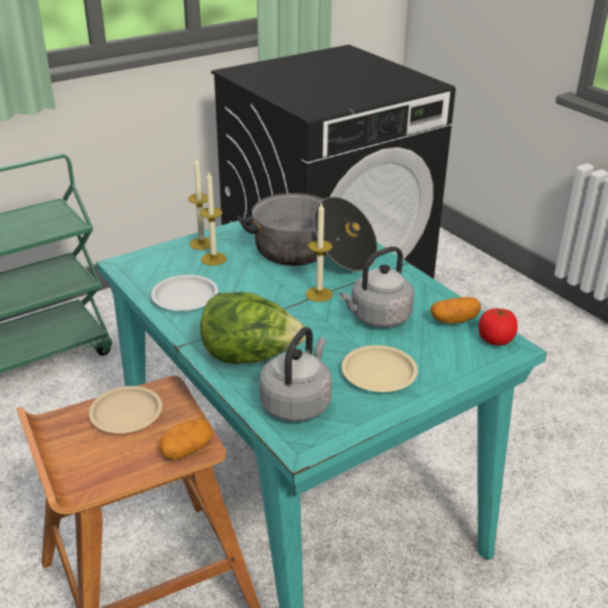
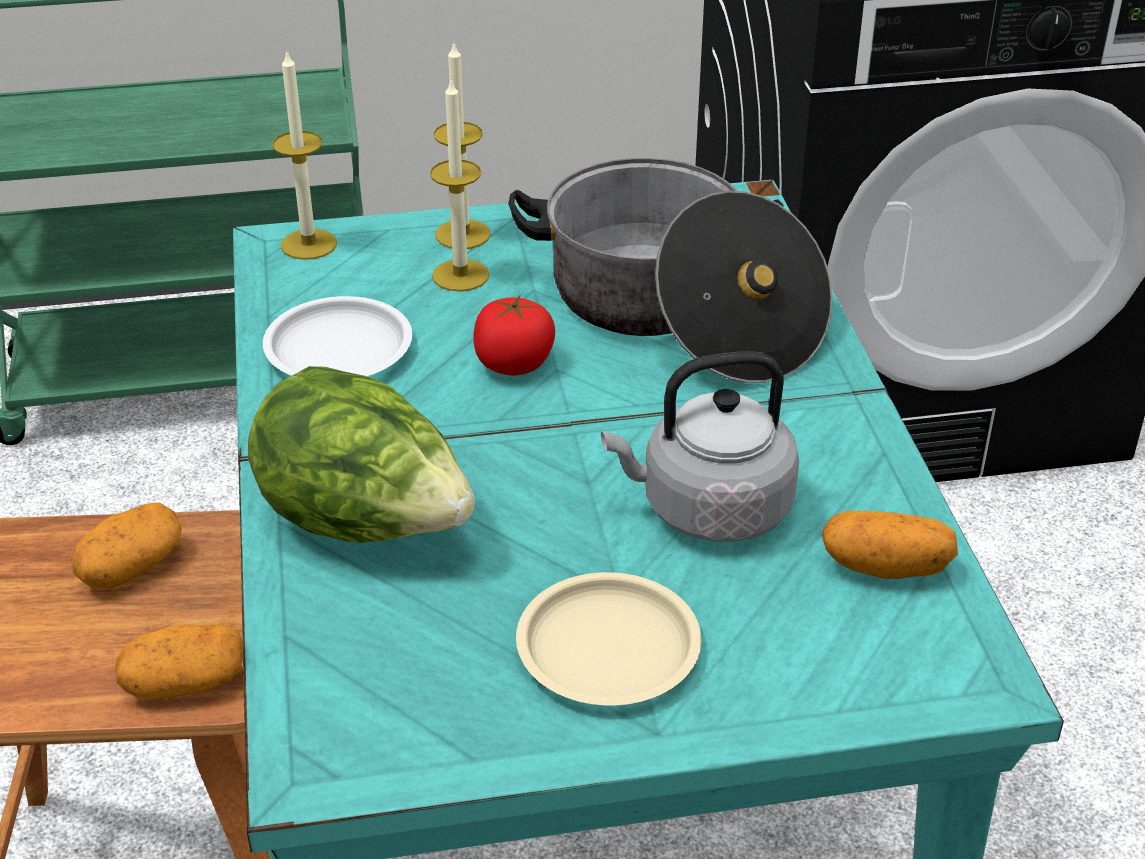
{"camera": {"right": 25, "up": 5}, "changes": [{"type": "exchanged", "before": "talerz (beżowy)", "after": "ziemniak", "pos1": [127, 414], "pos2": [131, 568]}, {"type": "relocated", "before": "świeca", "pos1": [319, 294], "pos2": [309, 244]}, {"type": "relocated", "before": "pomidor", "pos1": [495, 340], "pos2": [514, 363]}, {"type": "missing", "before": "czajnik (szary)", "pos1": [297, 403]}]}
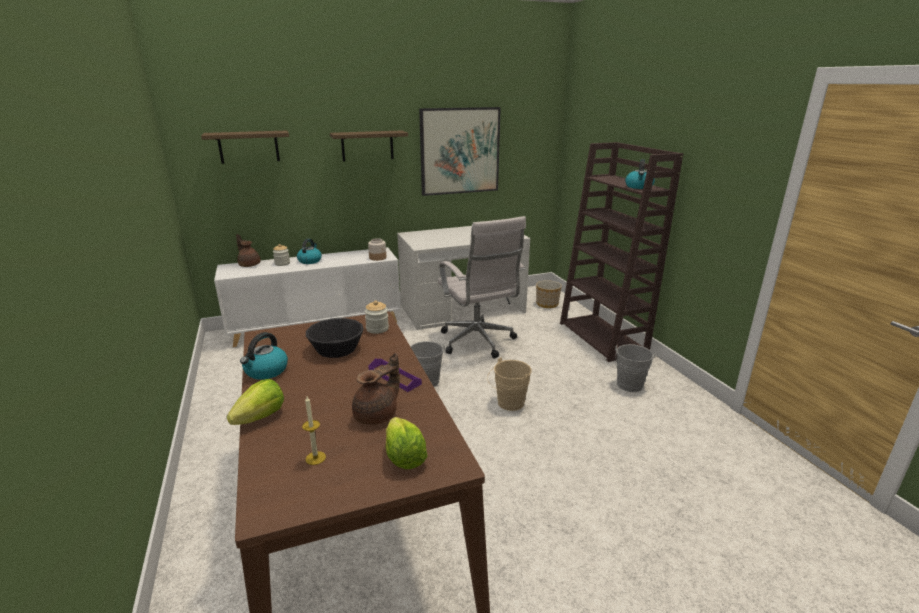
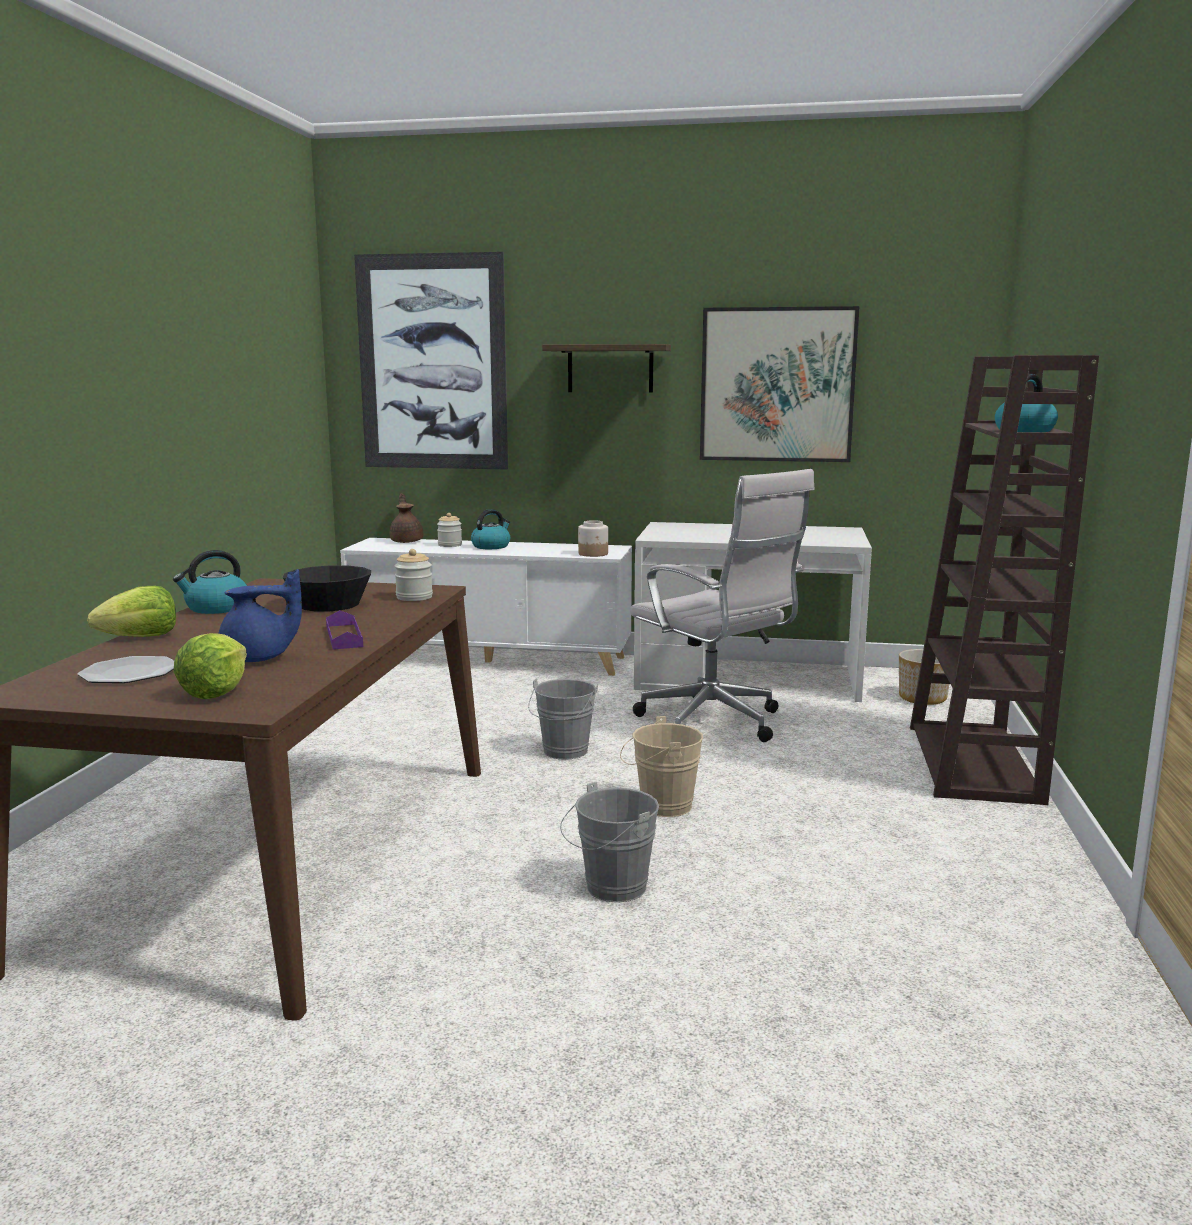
{"camera": {"right": 30, "up": -10}, "changes": [{"type": "exchanged", "before": "świeca", "after": "talerz", "pos1": [315, 458], "pos2": [130, 673]}, {"type": "colour", "before": "imbryk (brązowy)", "after": "imbryk (niebieski)", "pos1": [377, 415], "pos2": [258, 659]}, {"type": "exchanged", "before": "półka", "after": "obraz", "pos1": [248, 147], "pos2": [432, 363]}, {"type": "relocated", "before": "wiadro (szary)", "pos1": [629, 386], "pos2": [610, 889]}, {"type": "spun", "before": "krzesło biurowe (biały)", "pos1": [478, 343], "pos2": [715, 723], "turn": -45}]}
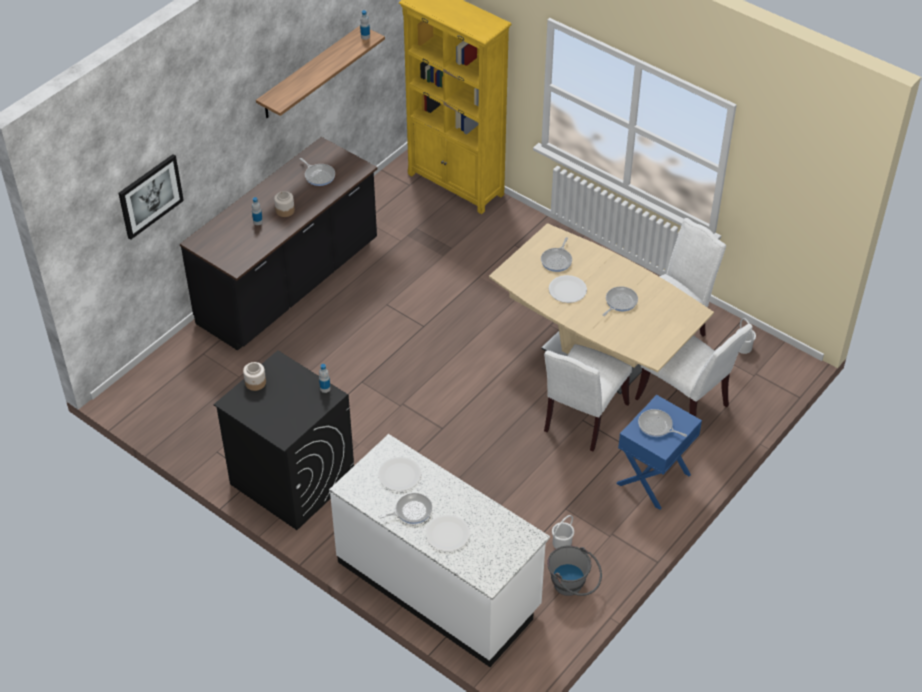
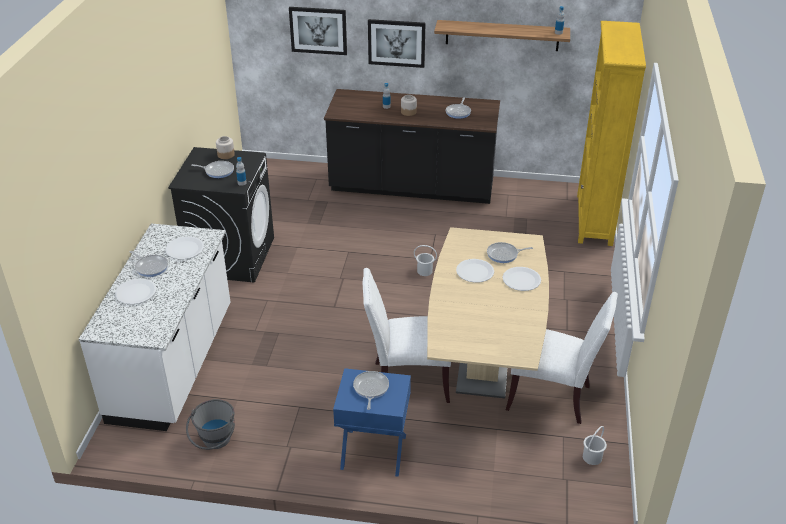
{"camera": {"right": 60, "up": -10}, "changes": [{"type": "relocated", "before": "patelnia", "pos1": [620, 302], "pos2": [218, 171]}, {"type": "appeared", "after": "obraz", "pos2": [396, 43]}, {"type": "relocated", "before": "wiadro (biały)", "pos1": [561, 543], "pos2": [424, 271]}, {"type": "appeared", "after": "talerz (biały)", "pos2": [521, 280]}, {"type": "missing", "before": "krzesło (biały)", "pos1": [686, 403]}]}
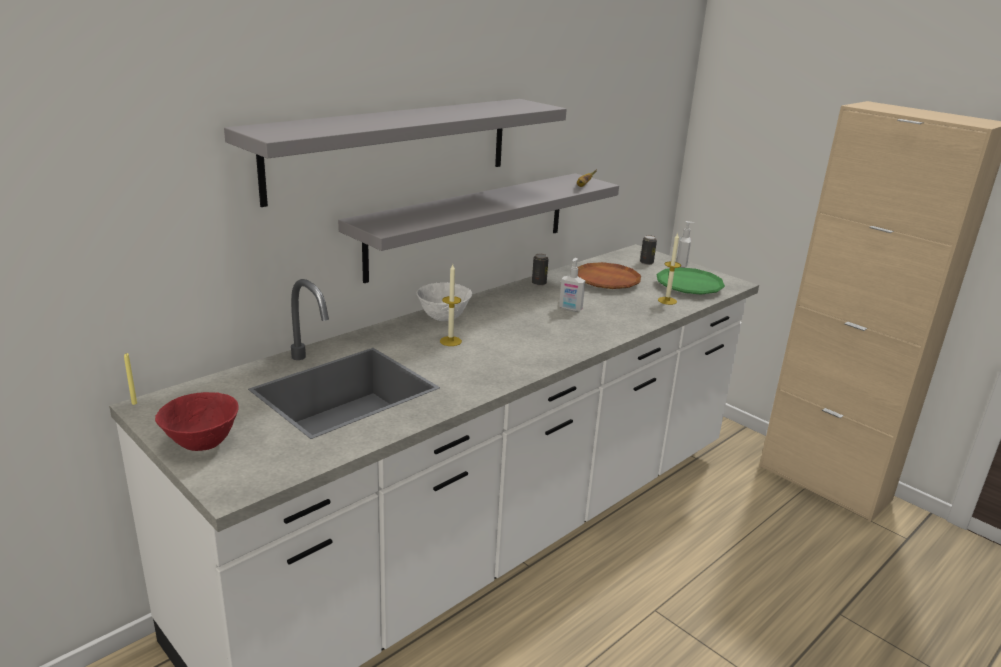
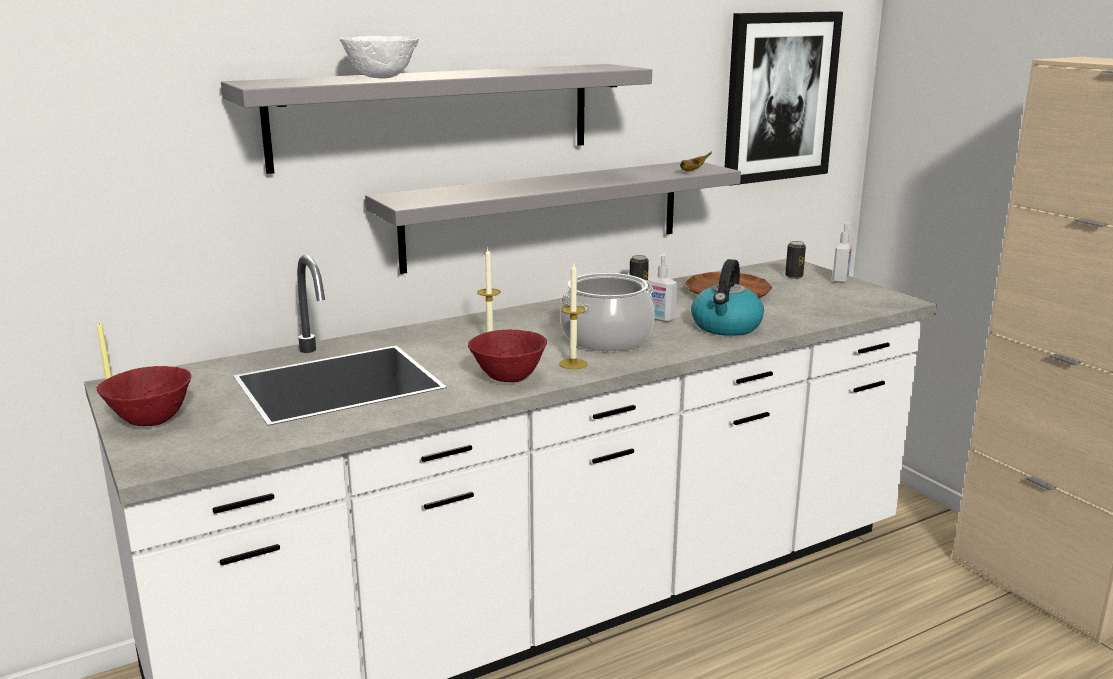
{"camera": {"right": 15, "up": -5}, "changes": [{"type": "relocated", "before": "miska (biały)", "pos1": [444, 318], "pos2": [382, 78]}, {"type": "appeared", "after": "miska (czerwony)", "pos2": [507, 378]}, {"type": "relocated", "before": "świeca", "pos1": [667, 301], "pos2": [573, 364]}, {"type": "appeared", "after": "garnek", "pos2": [606, 338]}, {"type": "appeared", "after": "czajnik", "pos2": [726, 327]}, {"type": "appeared", "after": "obraz", "pos2": [780, 97]}, {"type": "missing", "before": "talerz (zielony)", "pos1": [689, 286]}]}
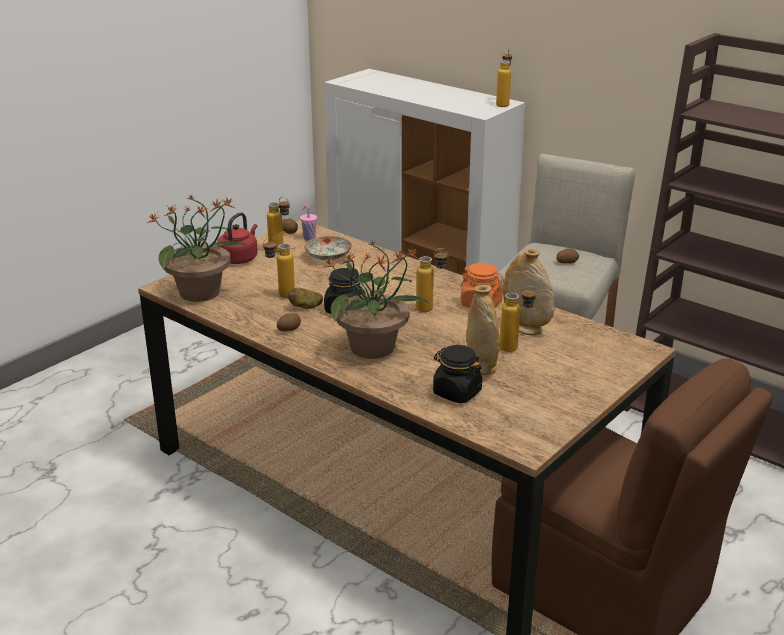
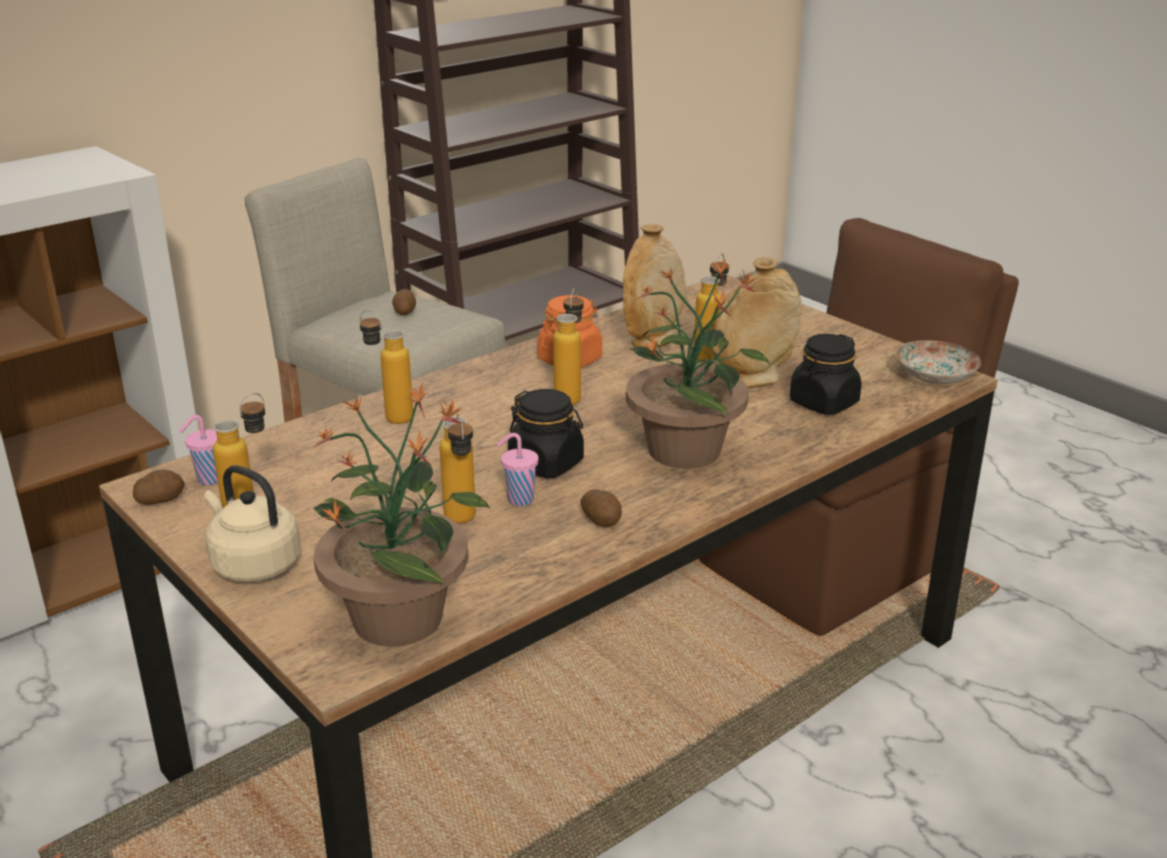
{"camera": {"right": -80, "up": 0}, "changes": [{"type": "colour", "before": "czajnik (czerwony)", "after": "czajnik (beżowy)", "pos1": [239, 258], "pos2": [253, 564]}, {"type": "relocated", "before": "butelka", "pos1": [503, 104], "pos2": [389, 416]}, {"type": "exchanged", "before": "ziemniak", "after": "filiżanka (różowy)", "pos1": [305, 307], "pos2": [518, 499]}, {"type": "relocated", "before": "talerz", "pos1": [328, 257], "pos2": [936, 376]}]}
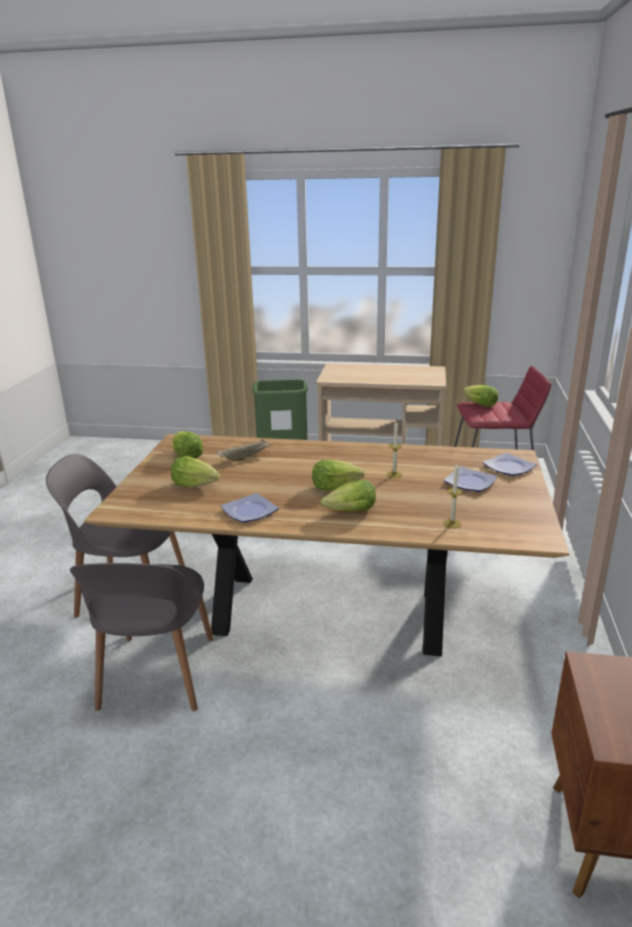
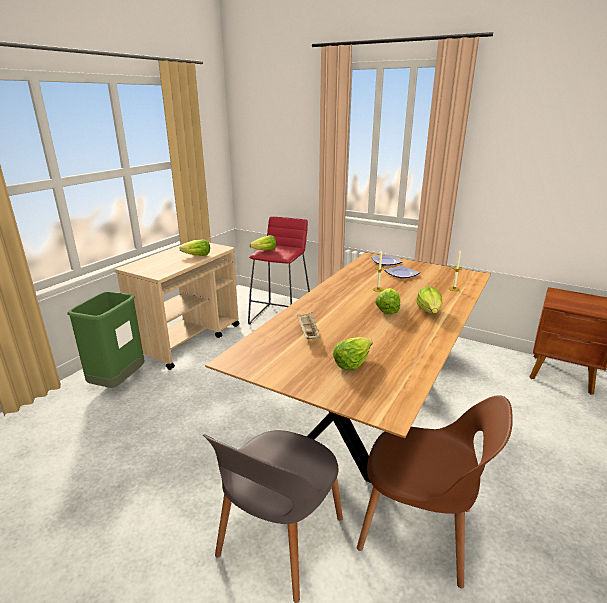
{"camera": {"right": -70, "up": 0}, "changes": [{"type": "relocated", "before": "sałata", "pos1": [186, 455], "pos2": [197, 256]}, {"type": "colour", "before": "krzesło (szary)", "after": "krzesło (brązowy)", "pos1": [157, 675], "pos2": [419, 530]}, {"type": "missing", "before": "talerz", "pos1": [251, 512]}]}
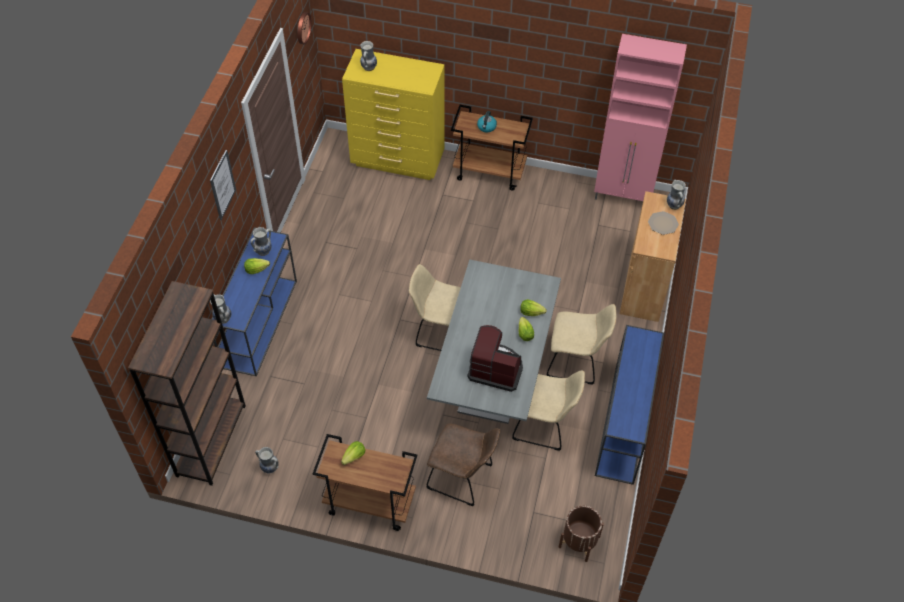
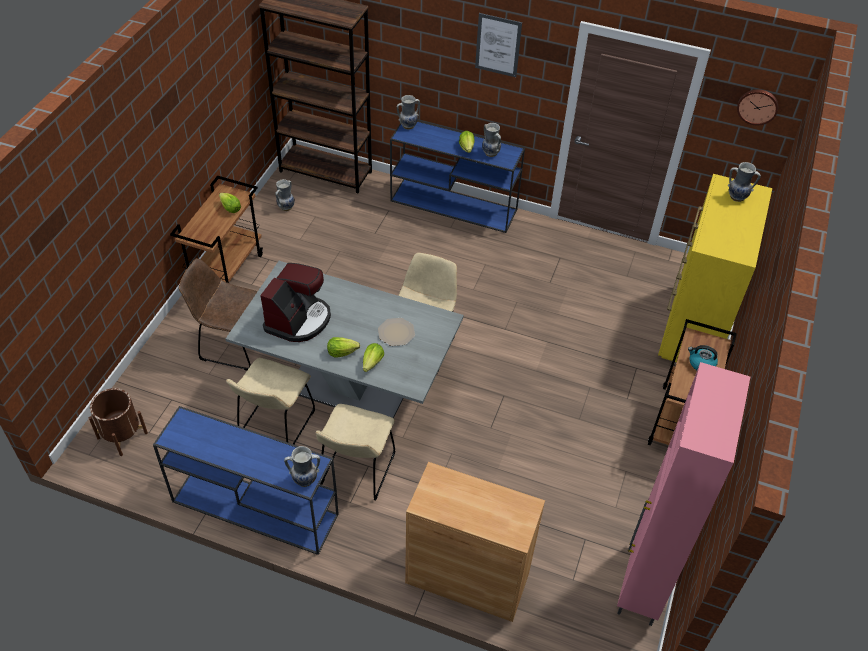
{"camera": {"right": 95, "up": -5}, "changes": [{"type": "spun", "before": "krzesło (brązowy)", "pos1": [463, 478], "pos2": [231, 345], "turn": 75}, {"type": "relocated", "before": "wazon", "pos1": [673, 205], "pos2": [305, 479]}, {"type": "relocated", "before": "talerz", "pos1": [663, 223], "pos2": [396, 333]}]}
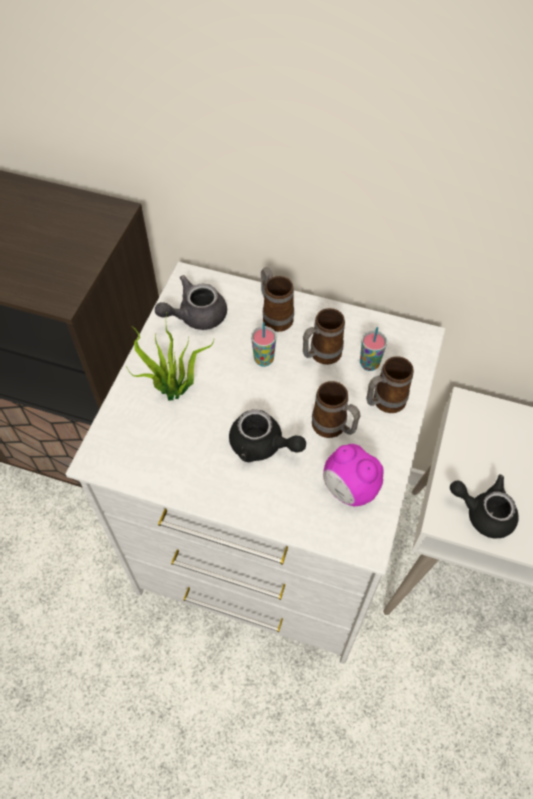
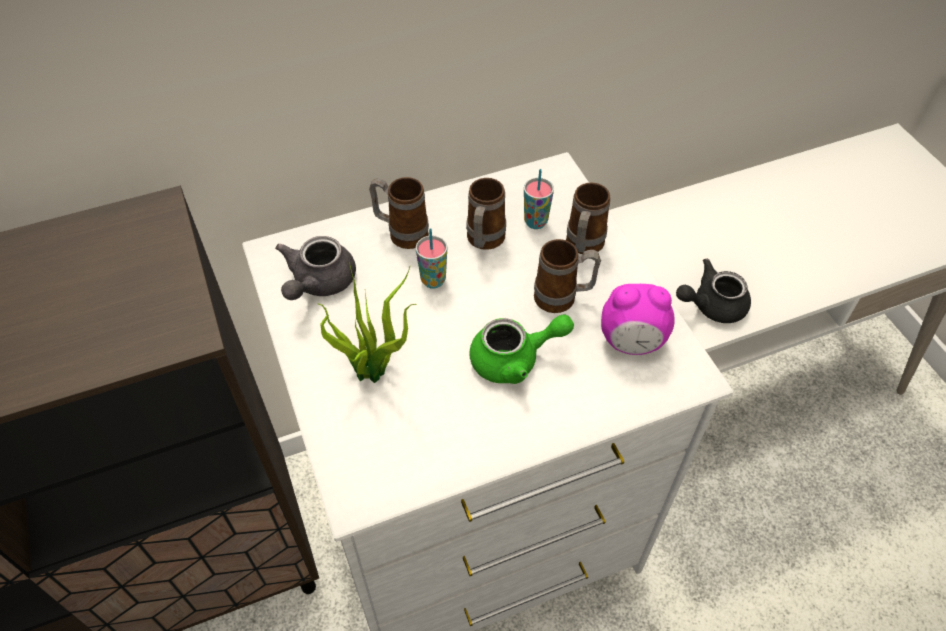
{"camera": {"right": -40, "up": -5}, "changes": [{"type": "colour", "before": "imbryk (czarny)", "after": "imbryk (zielony)", "pos1": [262, 446], "pos2": [514, 359]}]}
